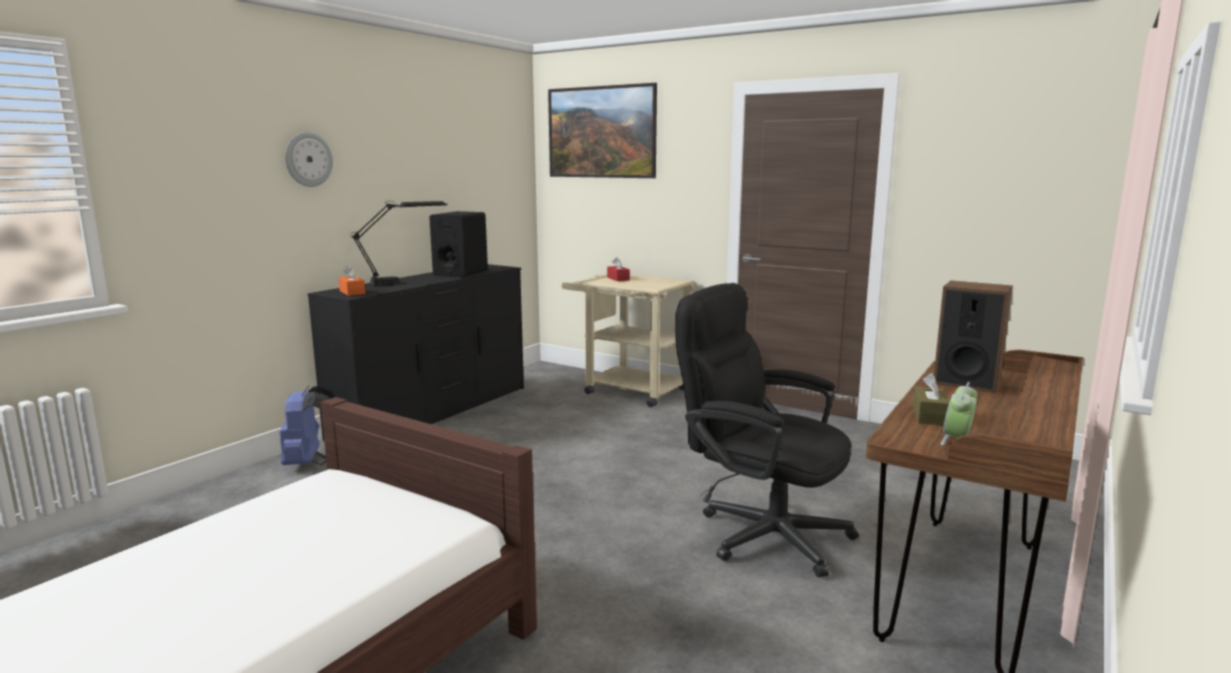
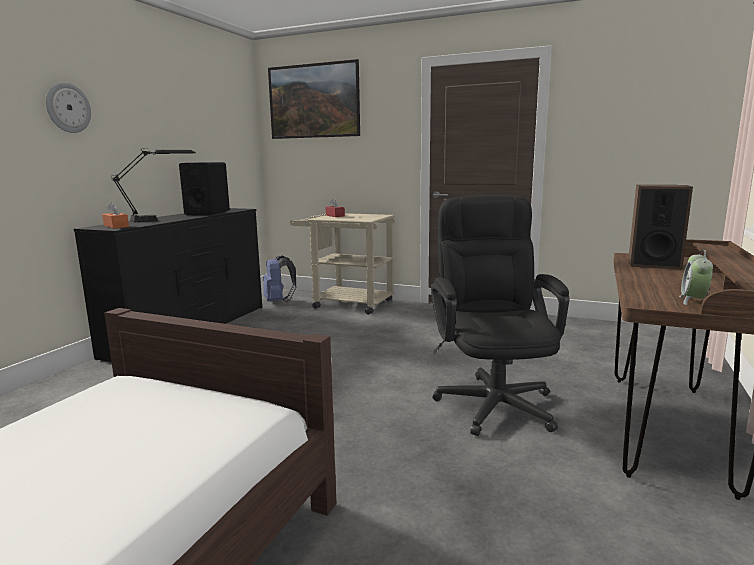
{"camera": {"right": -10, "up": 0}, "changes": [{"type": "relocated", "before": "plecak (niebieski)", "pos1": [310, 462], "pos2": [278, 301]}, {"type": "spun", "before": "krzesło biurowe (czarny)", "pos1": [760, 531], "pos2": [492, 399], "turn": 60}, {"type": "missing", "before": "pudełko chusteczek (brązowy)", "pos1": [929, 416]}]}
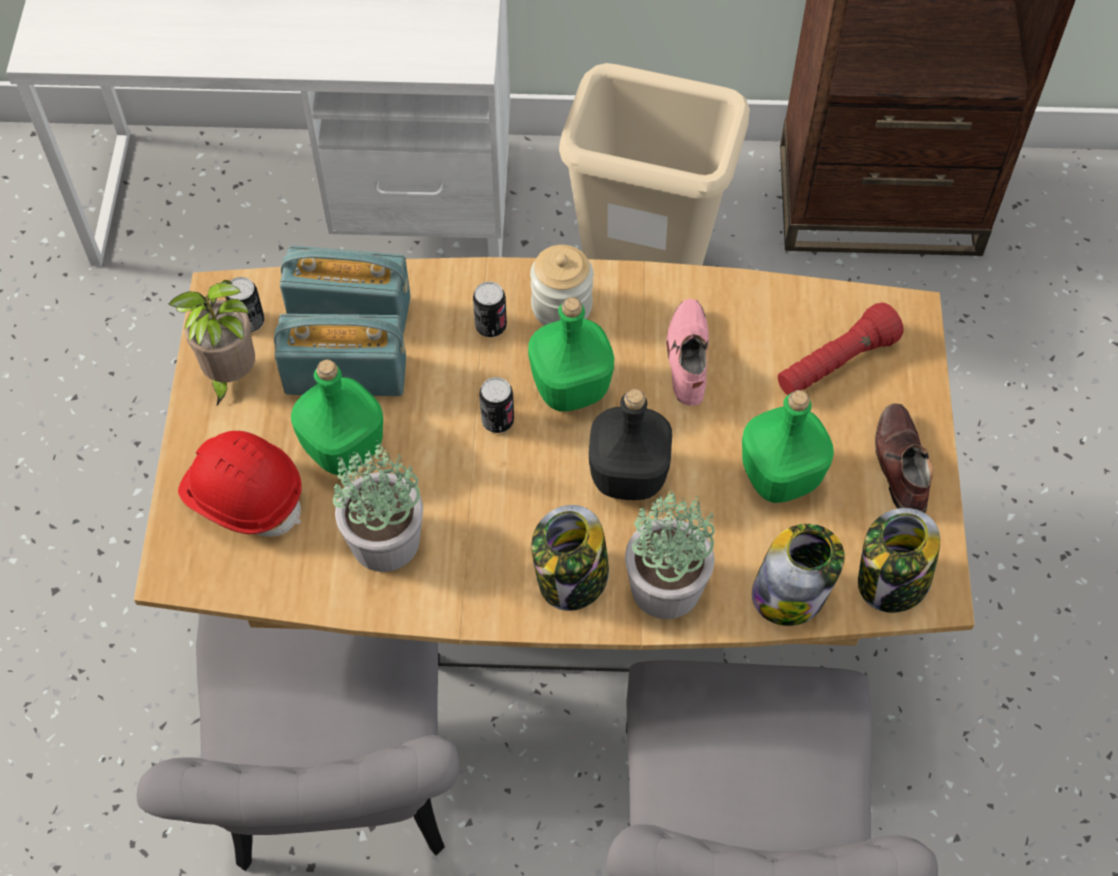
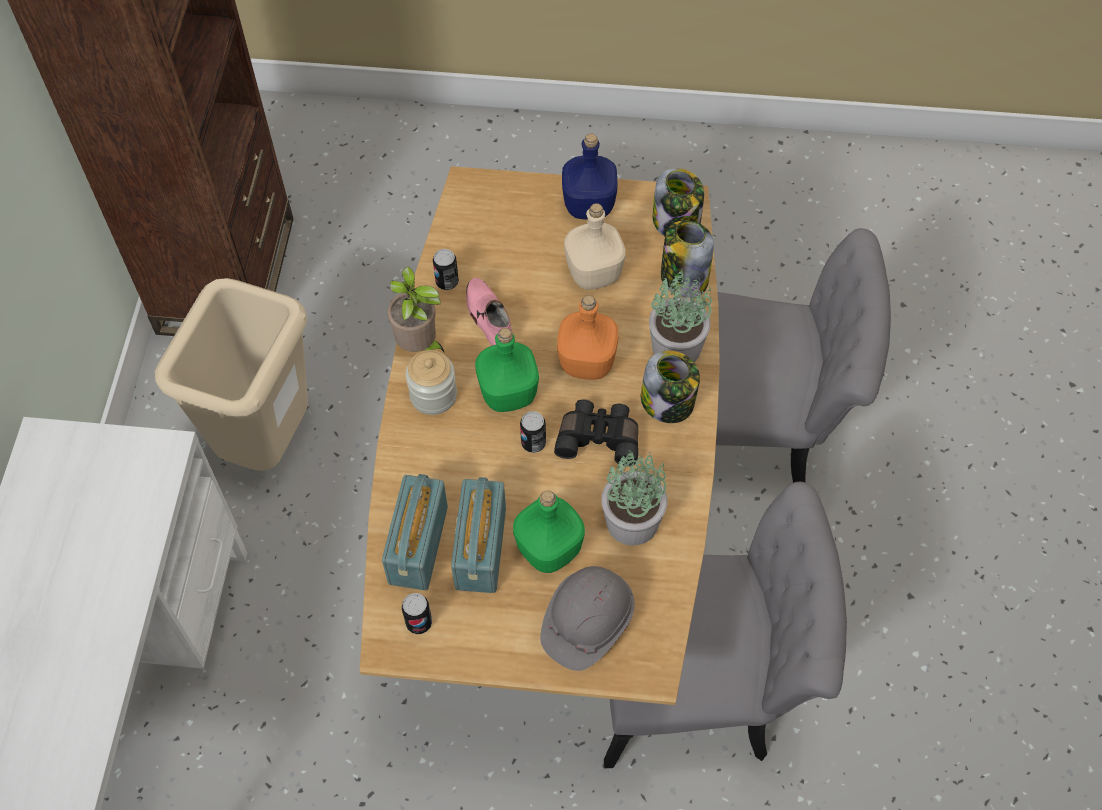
{"camera": {"right": -85, "up": 0}, "changes": [{"type": "relocated", "before": "roślina doniczkowa", "pos1": [229, 376], "pos2": [419, 346]}, {"type": "relocated", "before": "puszka", "pos1": [491, 326], "pos2": [447, 282]}, {"type": "spun", "before": "but (różowy)", "pos1": [687, 356], "pos2": [489, 318], "turn": 60}, {"type": "colour", "before": "kask (czerwony)", "after": "kask (szary)", "pos1": [243, 495], "pos2": [586, 622]}, {"type": "appeared", "after": "lornetka (czarny)", "pos2": [599, 437]}, {"type": "colour", "before": "butelka (czarny)", "after": "butelka (pomarańczowy)", "pos1": [628, 477], "pos2": [588, 363]}, {"type": "exchanged", "before": "but (brązowy)", "after": "butelka (niebieski)", "pos1": [900, 464], "pos2": [589, 206]}, {"type": "colour", "before": "butelka (zielony)", "after": "butelka (beżowy)", "pos1": [779, 477], "pos2": [594, 274]}, {"type": "missing", "before": "latarka (czerwony)", "pos1": [835, 364]}]}
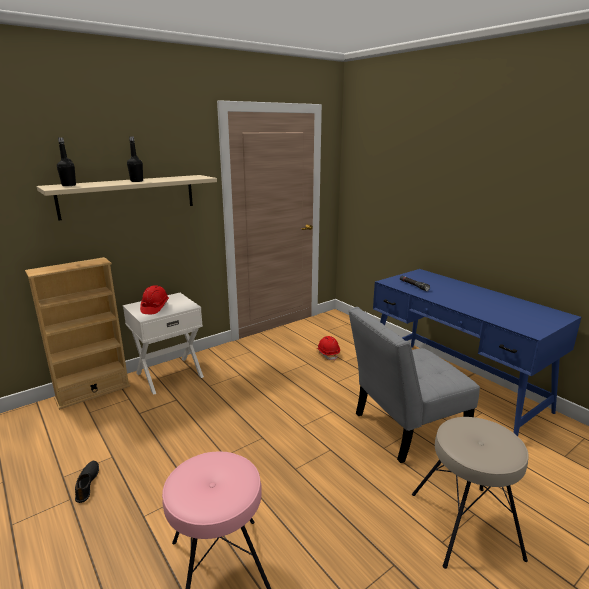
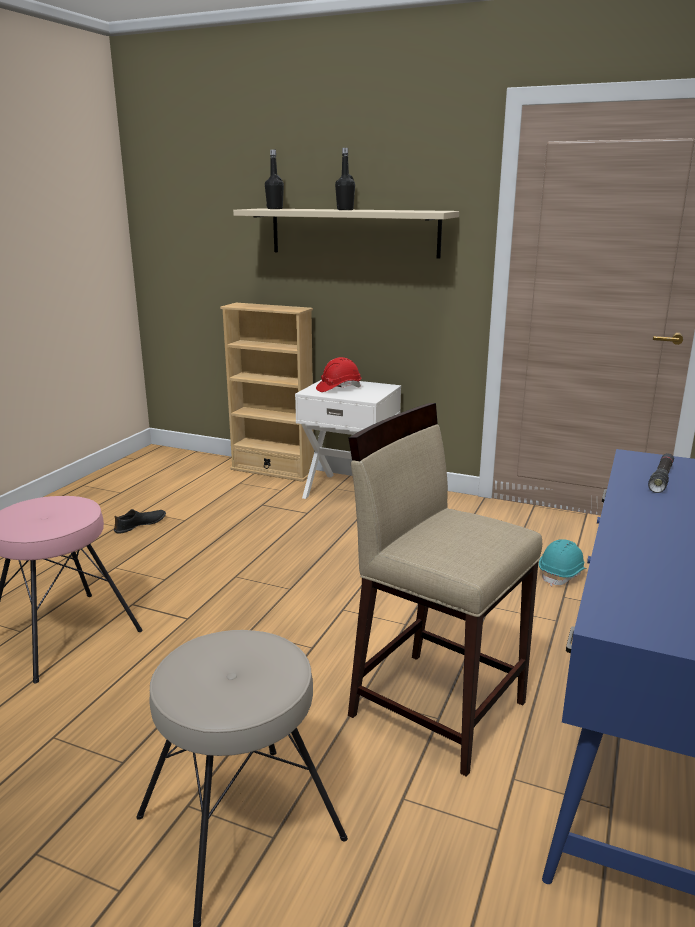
{"camera": {"right": 60, "up": 0}, "changes": [{"type": "exchanged", "before": "krzesło (szary)", "after": "stołek (beżowy)", "pos1": [404, 428], "pos2": [437, 707]}, {"type": "colour", "before": "kask (czerwony)", "after": "kask (turkusowy)", "pos1": [328, 353], "pos2": [562, 574]}]}
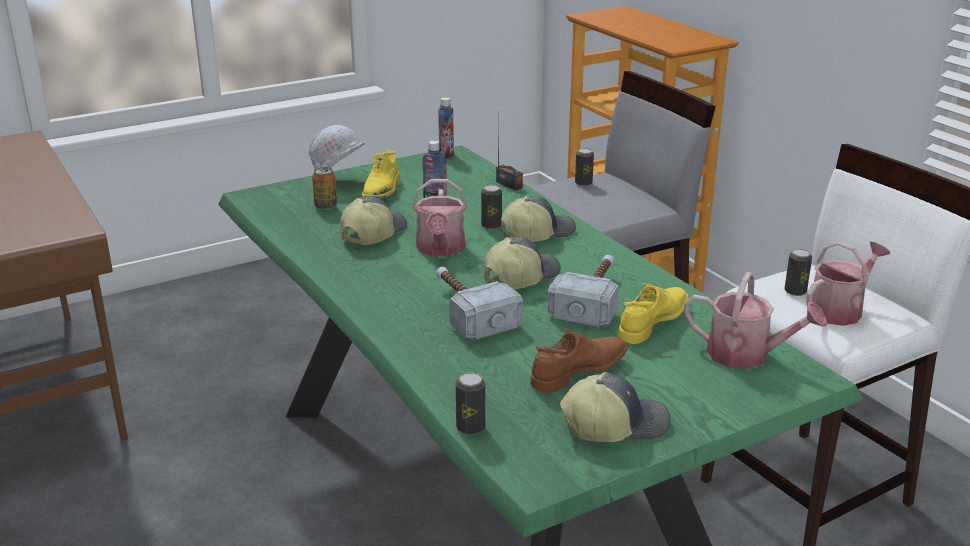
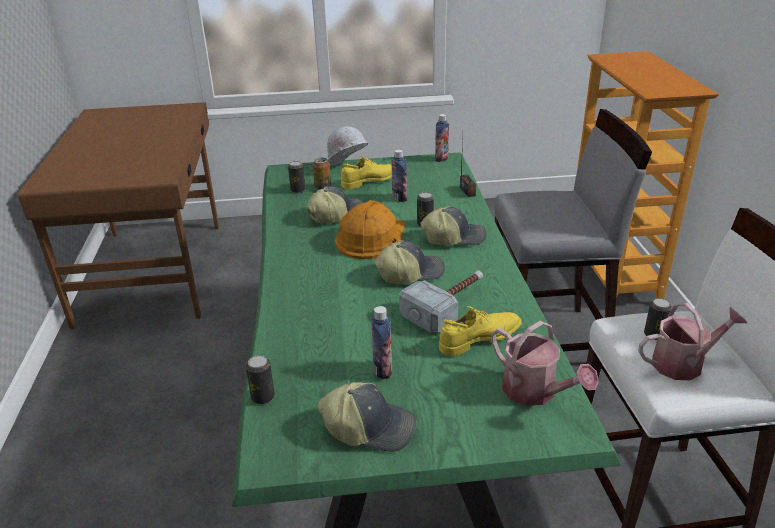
{"camera": {"right": 25, "up": 5}, "changes": [{"type": "relocated", "before": "puszka", "pos1": [583, 183], "pos2": [298, 190]}, {"type": "exchanged", "before": "konewka", "after": "kask (pomarańczowy)", "pos1": [440, 249], "pos2": [371, 237]}, {"type": "spun", "before": "but (żółty)", "pos1": [381, 191], "pos2": [370, 181], "turn": -150}, {"type": "exchanged", "before": "but (brązowy)", "after": "butelka", "pos1": [578, 372], "pos2": [382, 370]}, {"type": "missing", "before": "młotek", "pos1": [467, 311]}]}
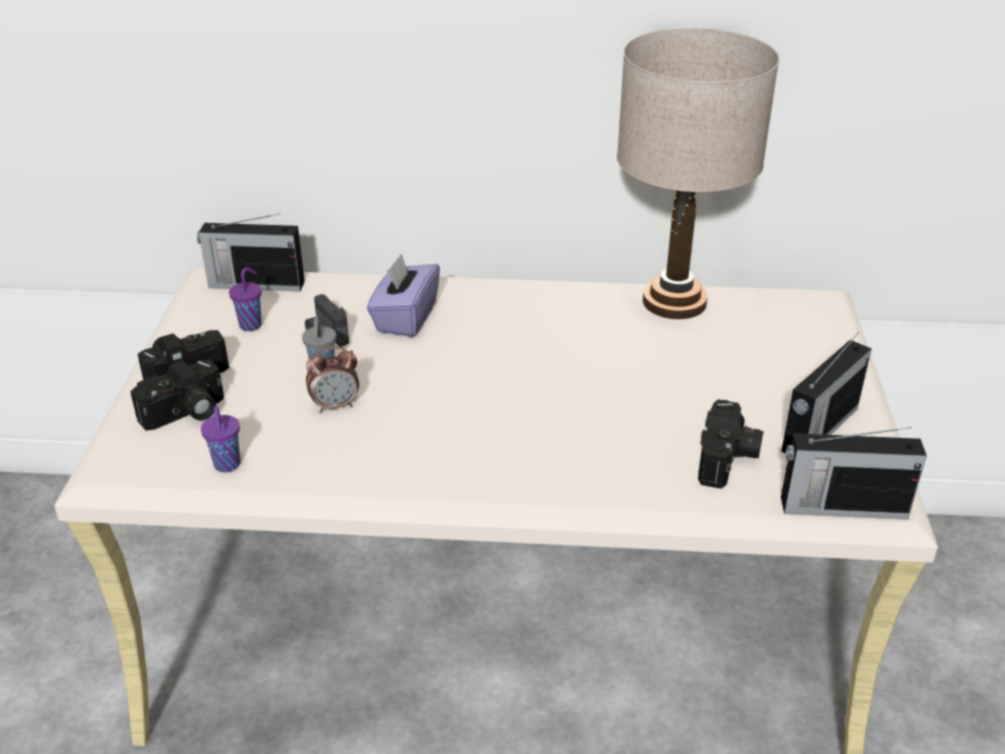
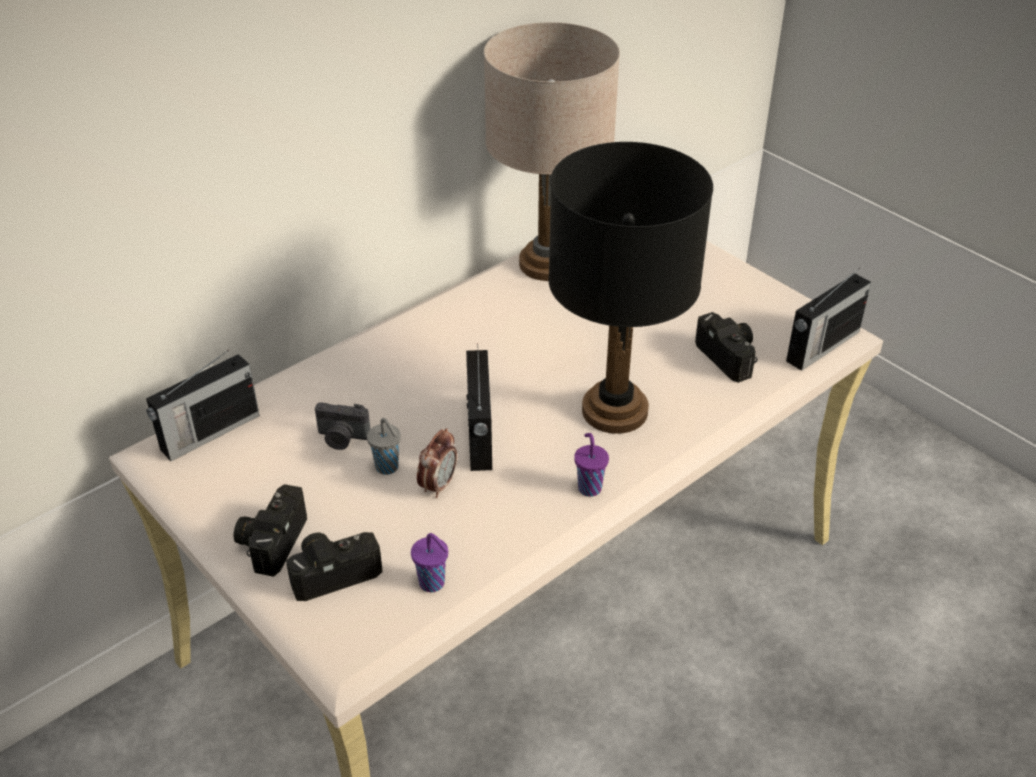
{"camera": {"right": -45, "up": 5}, "changes": [{"type": "spun", "before": "aparat fotograficzny", "pos1": [185, 414], "pos2": [334, 571], "turn": -120}, {"type": "relocated", "before": "radio", "pos1": [818, 430], "pos2": [479, 436]}, {"type": "appeared", "after": "lampa stołowa (czarny)", "pos2": [614, 411]}, {"type": "relocated", "before": "filiżanka (fioletowy)", "pos1": [251, 325], "pos2": [589, 487]}, {"type": "missing", "before": "pudełko chusteczek (fioletowy)", "pos1": [405, 318]}]}
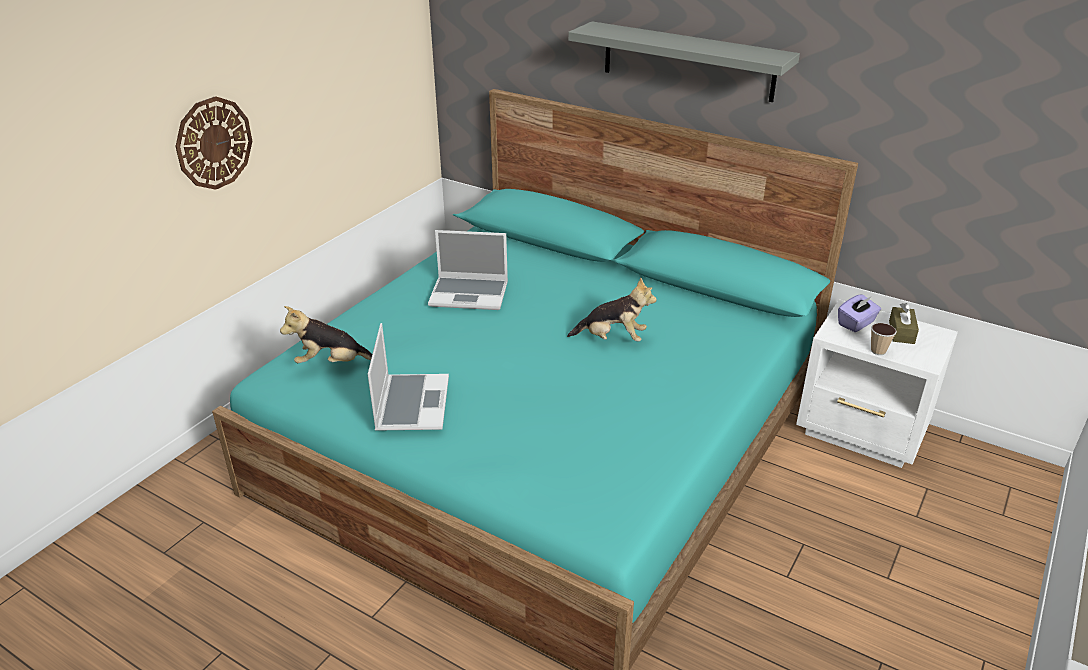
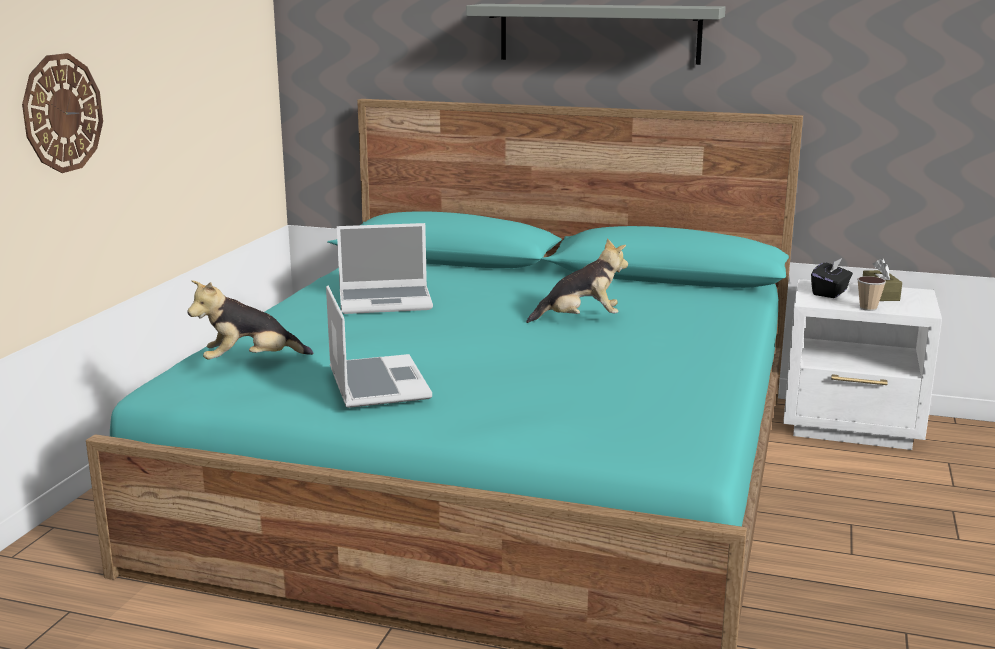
{"camera": {"right": -15, "up": -15}, "changes": [{"type": "colour", "before": "pudełko chusteczek (fioletowy)", "after": "pudełko chusteczek (czarny)", "pos1": [856, 323], "pos2": [830, 293]}]}
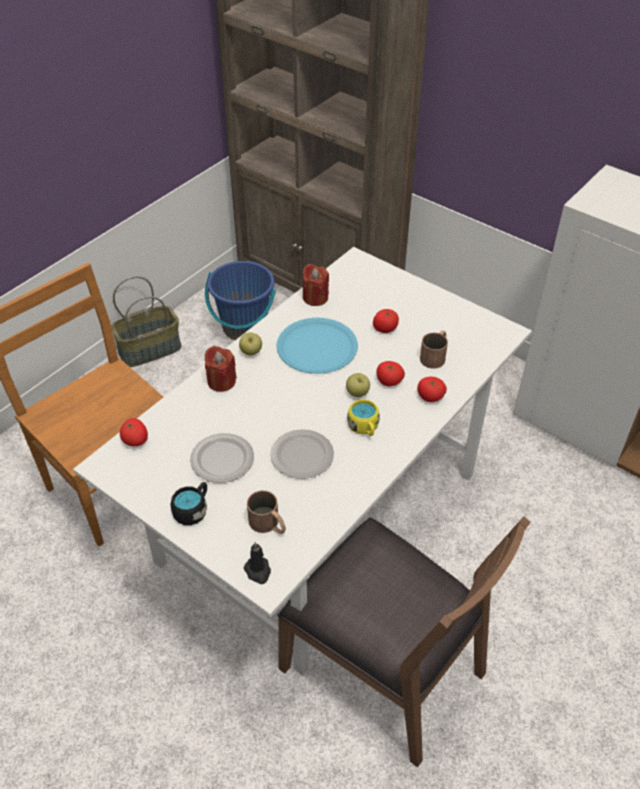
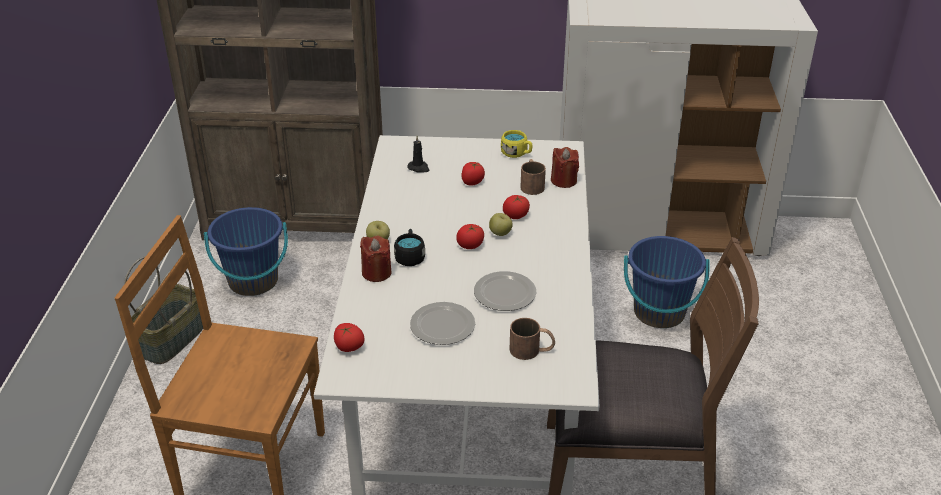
{"camera": {"right": -35, "up": -10}, "changes": [{"type": "relocated", "before": "kubek (czarny)", "pos1": [193, 510], "pos2": [410, 256]}, {"type": "relocated", "before": "świeca (czarny)", "pos1": [258, 571], "pos2": [419, 168]}, {"type": "relocated", "before": "pomidor", "pos1": [430, 397], "pos2": [470, 245]}, {"type": "relocated", "before": "kubek (żółty)", "pos1": [364, 428], "pos2": [517, 153]}, {"type": "relocated", "before": "świeca (czerwony)", "pos1": [315, 297], "pos2": [563, 181]}, {"type": "appeared", "after": "wiadro (niebieski)", "pos2": [659, 313]}, {"type": "missing", "before": "talerz (niebieski)", "pos1": [317, 347]}]}
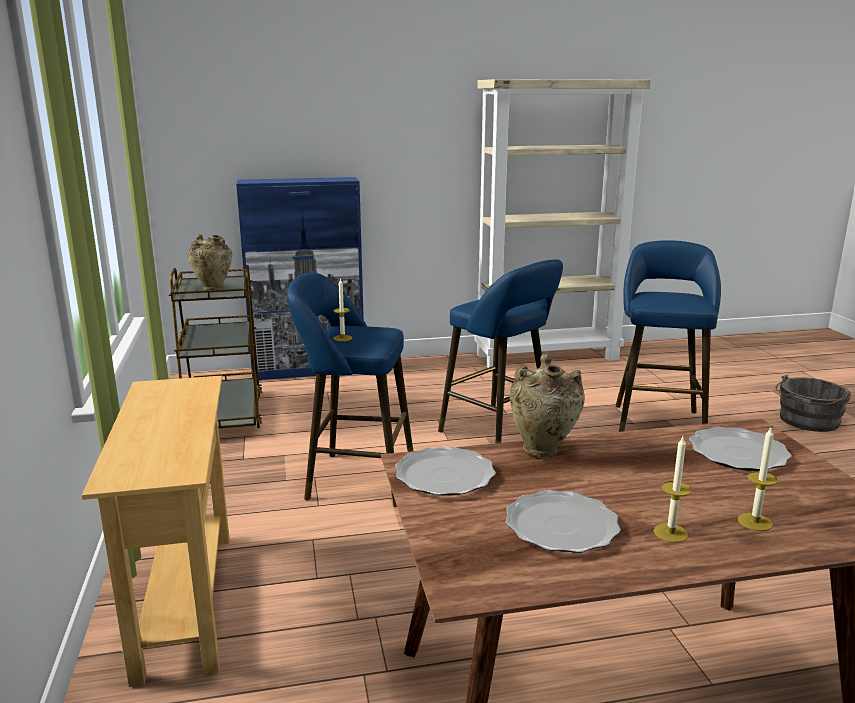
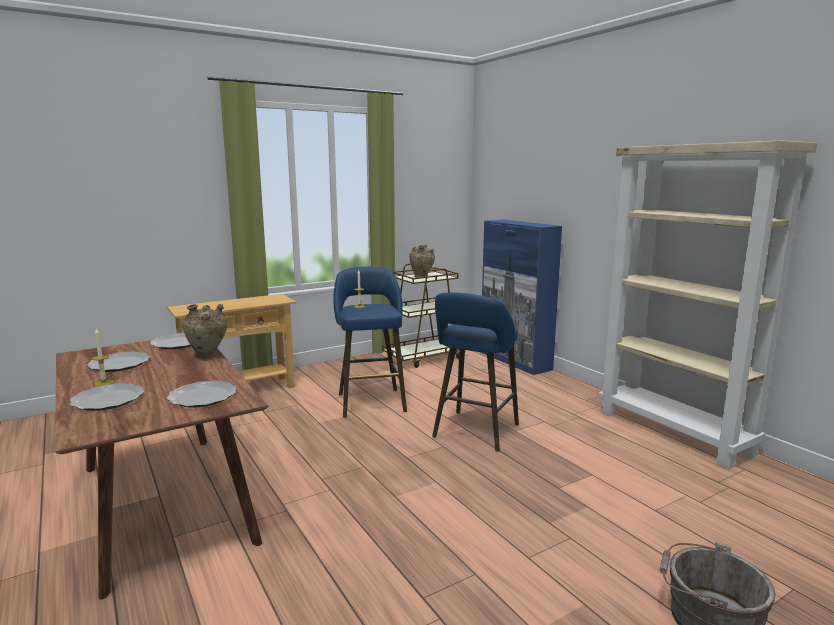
{"camera": {"right": 70, "up": -5}, "changes": [{"type": "exchanged", "before": "świeca", "after": "talerz", "pos1": [755, 522], "pos2": [108, 399]}, {"type": "missing", "before": "stołek (niebieski)", "pos1": [657, 421]}]}
